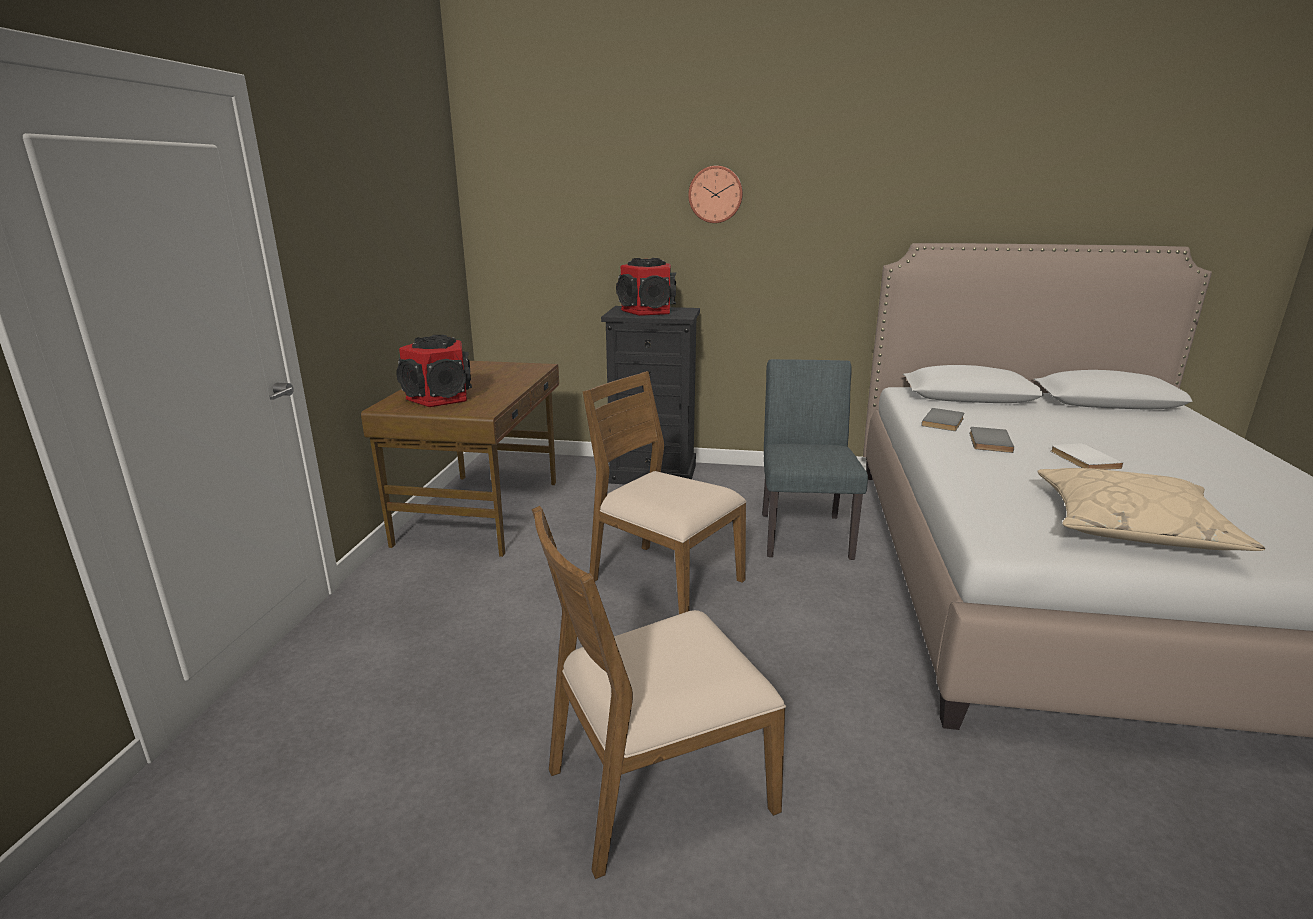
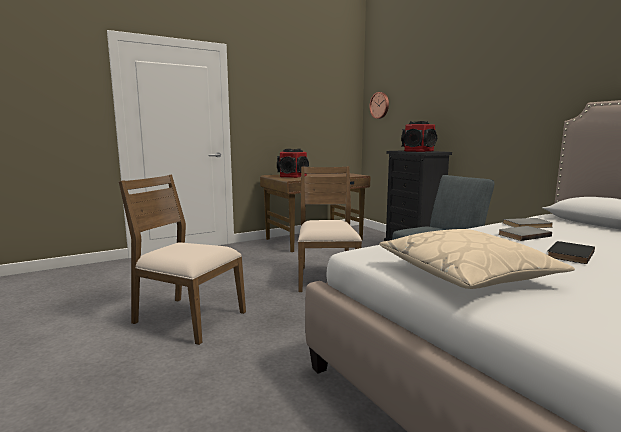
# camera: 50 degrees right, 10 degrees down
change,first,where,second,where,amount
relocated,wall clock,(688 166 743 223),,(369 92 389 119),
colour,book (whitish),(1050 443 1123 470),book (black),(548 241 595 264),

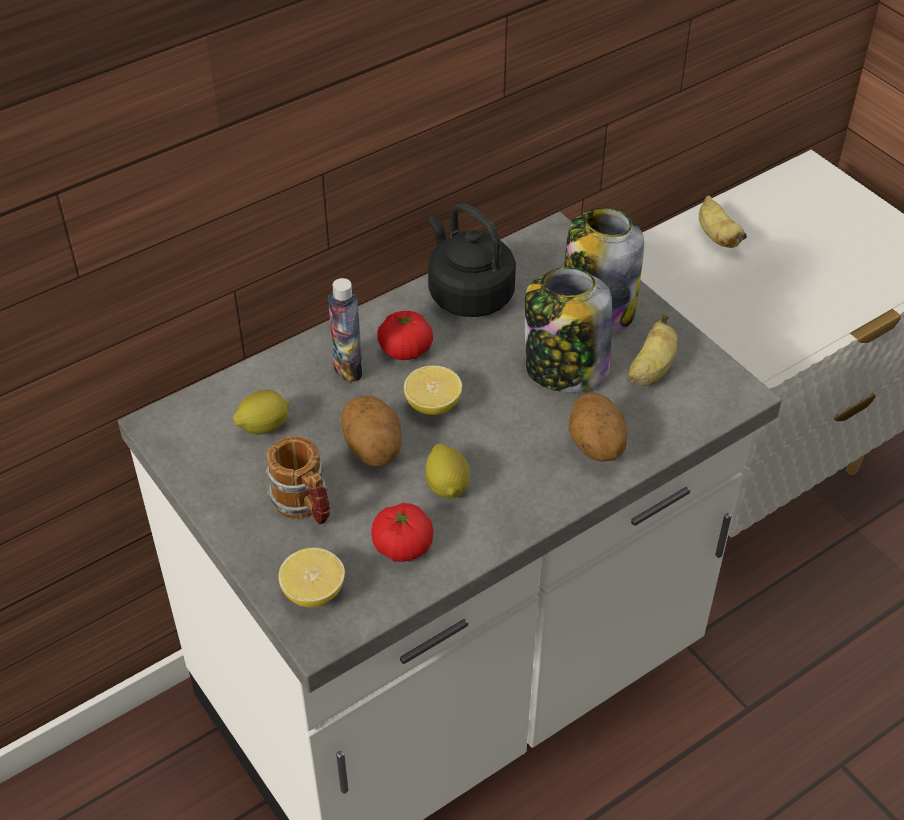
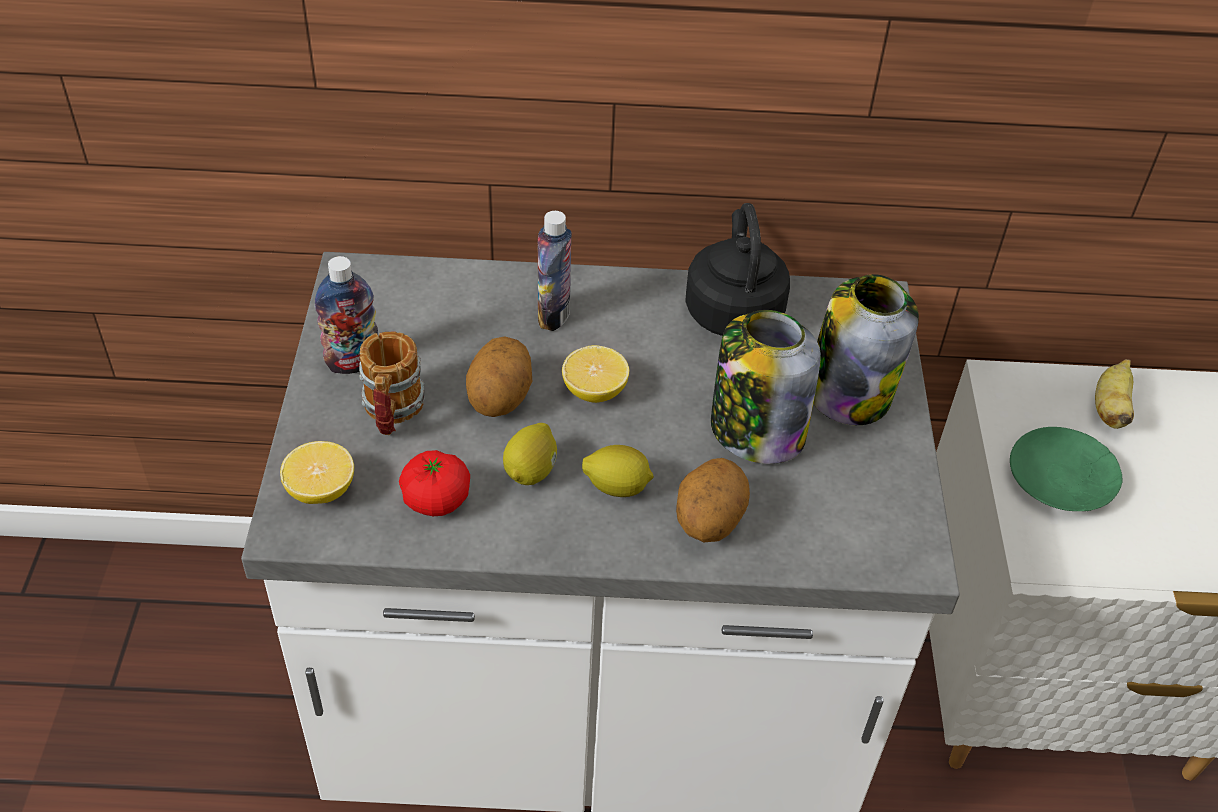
# camera: 35 degrees right, 0 degrees up
change,first,where,second,where,amount
missing,tomato,(377 311 433 360),,,
missing,whole banana,(627 314 678 386),,,
appeared,,,bottle,(315 256 378 374),
appeared,,,dinner plate (greenish),(1010 427 1123 511),
relocated,citrus fruit,(232 390 290 435),,(582 445 654 497),

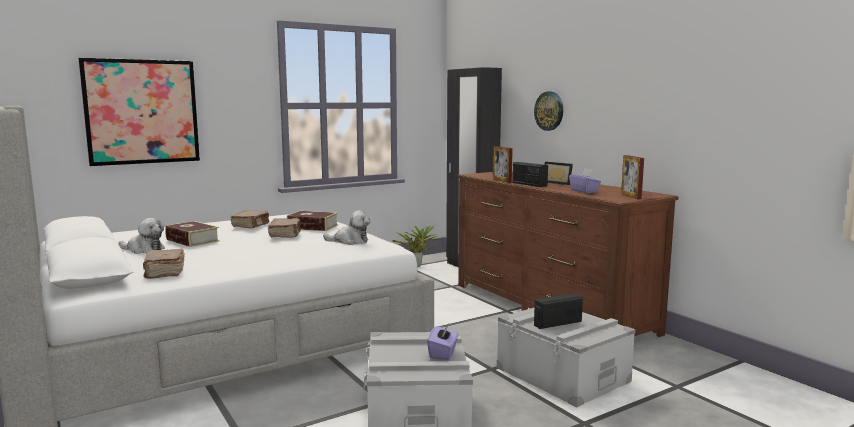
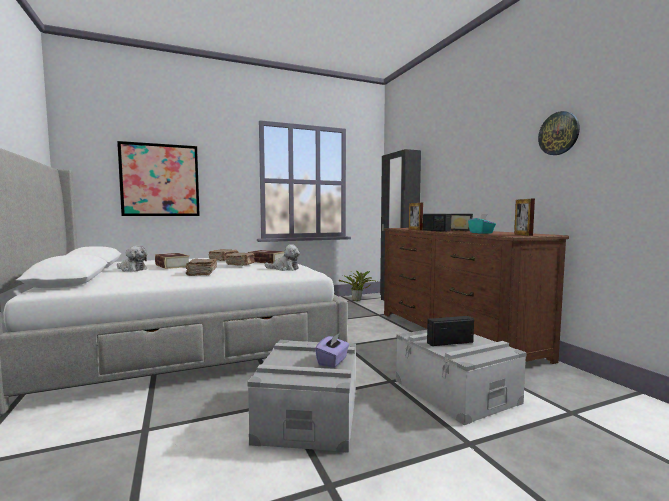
# camera: 10 degrees right, 5 degrees down
change,first,where,second,where,amount
relocated,book (brown-coloured),(143 249 185 279),,(186 259 217 276),
relocated,wall clock,(534 92 563 131),,(538 111 580 155),
colour,tissue holder (purple-coloured),(569 169 601 193),tissue holder (turquoise),(468 214 496 234),

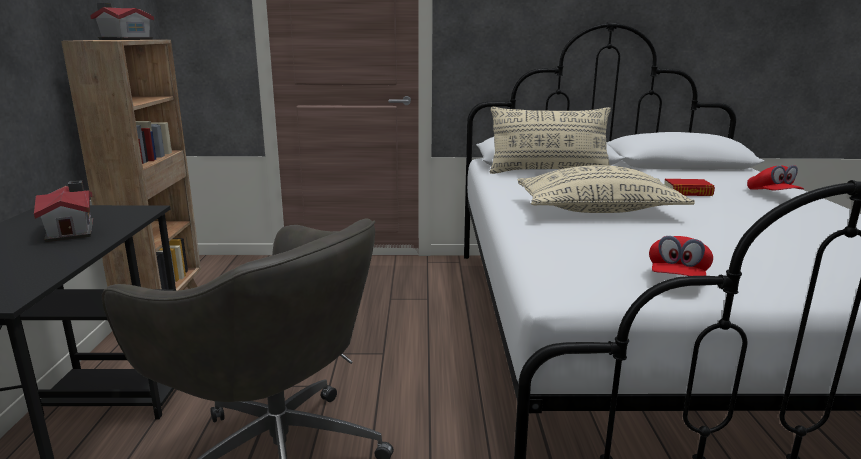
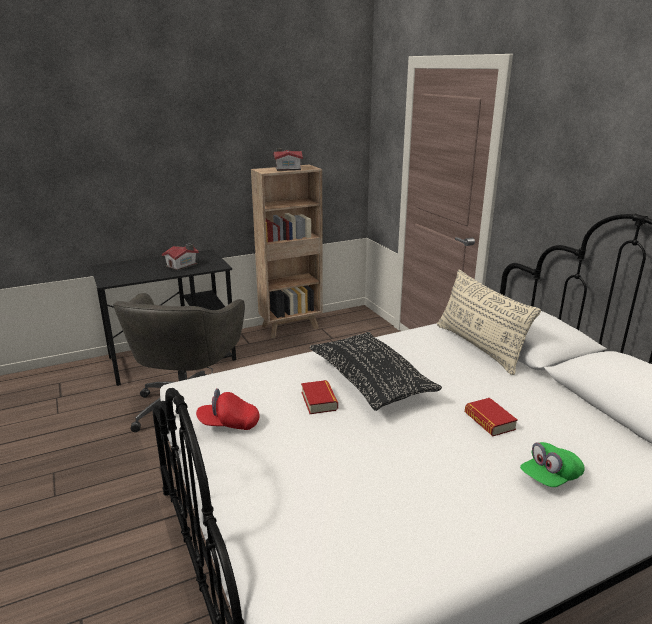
# camera: 65 degrees right, 5 degrees up
change,first,where,second,where,amount
appeared,,,book,(301 380 338 414),
colour,throw pillow (beige),(518 165 695 213),throw pillow (black),(310 332 442 411),
colour,peaked cap (red),(747 165 804 190),peaked cap (greenish),(520 442 585 487),

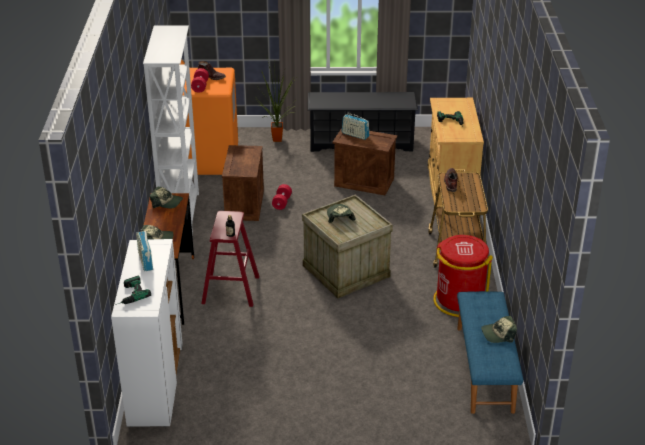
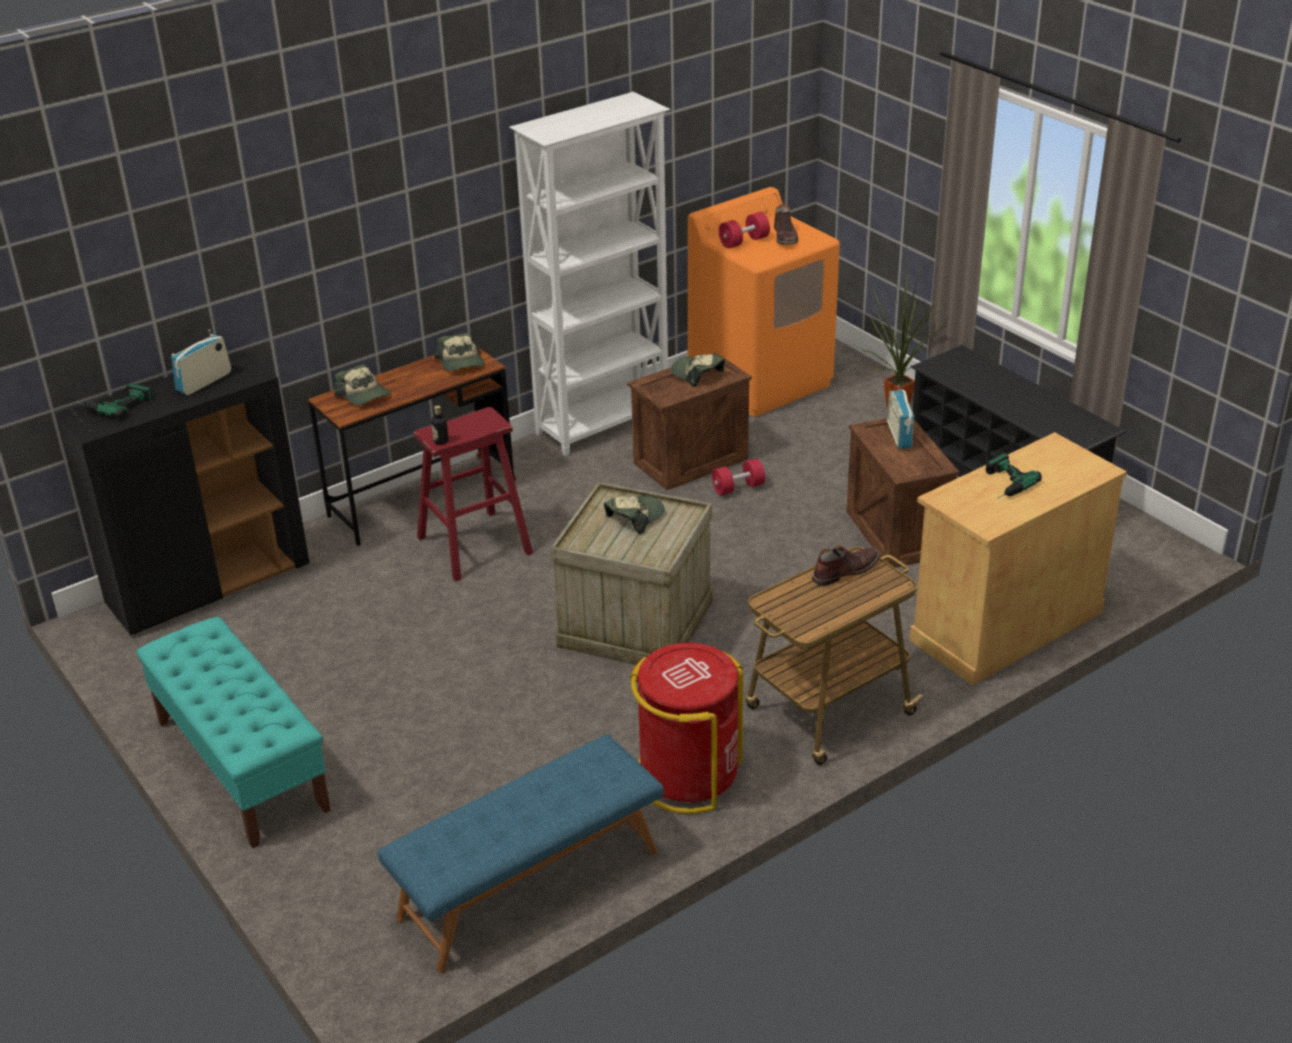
# camera: 55 degrees right, 0 degrees up
change,first,where,second,where,amount
appeared,,,long seat (turquoise),(137 617 331 848),
relocated,peaked cap,(481 316 517 343),,(671 354 725 387),
colour,storage cabinet (whitish),(111 239 183 427),storage cabinet (black),(55 352 309 636),

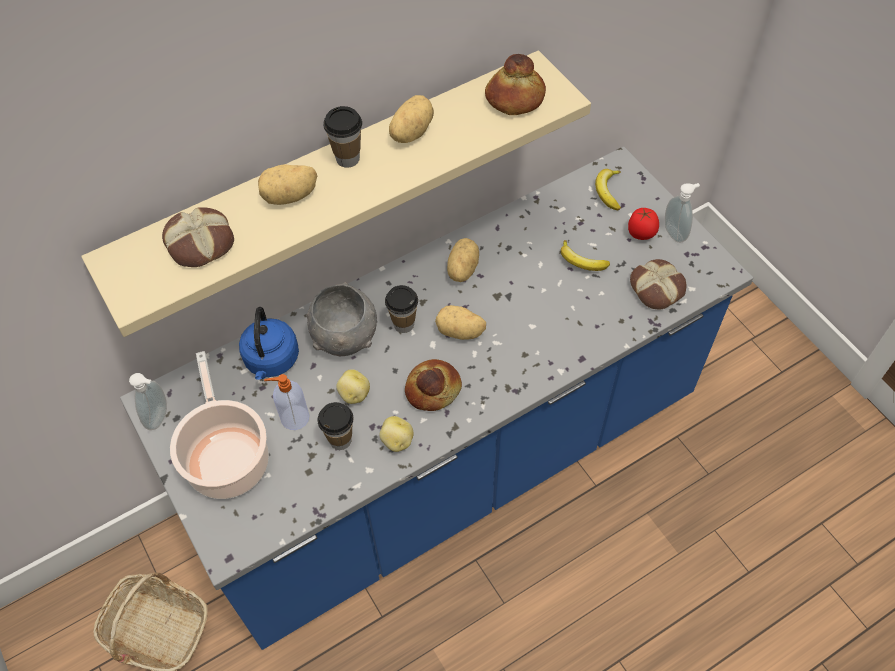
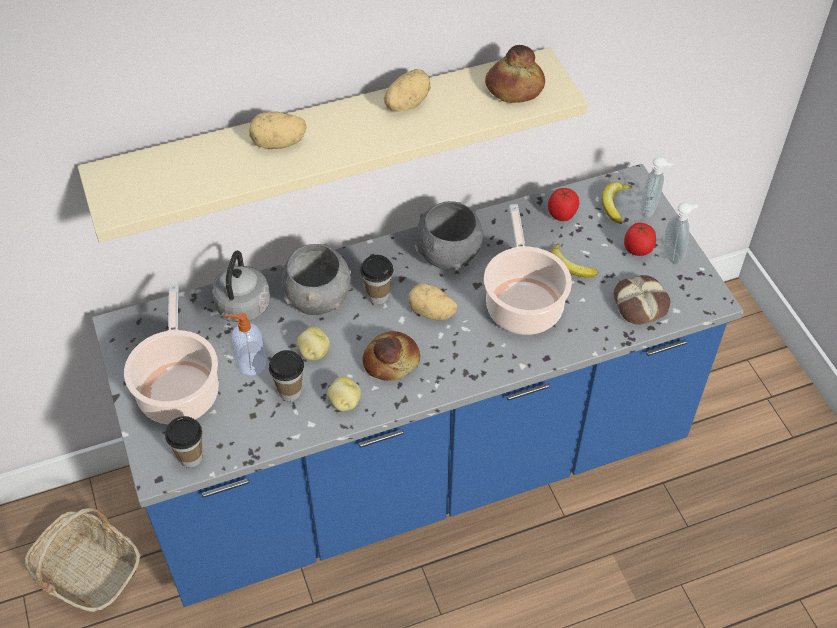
# camera: 10 degrees right, 5 degrees down
change,first,where,second,where,amount
missing,baked bread,(162 207 234 267),,,
appeared,,,saucepot,(484 204 572 335),
appeared,,,tomato,(548 188 579 221),
relocated,liquid soap bottle,(129 373 167 430),,(641 157 673 218),
relocated,small cup,(323 106 362 168),,(165 416 202 468),
exchanged,potato,(447 238 479 282),deep dish (greyish),(414 201 483 270),
colour,kettle (blue),(239 307 299 380),kettle (greyish),(212 251 270 322),

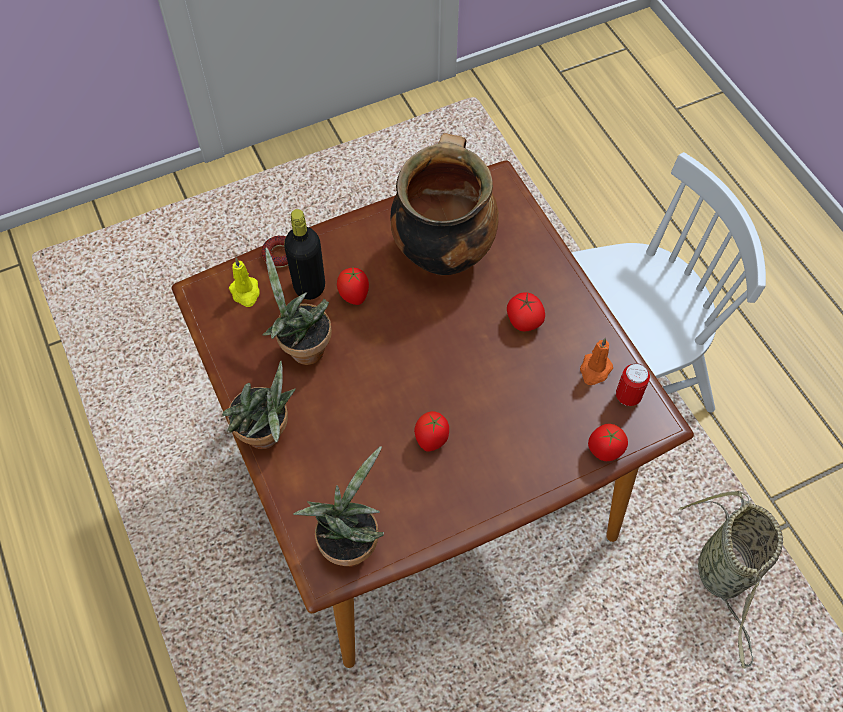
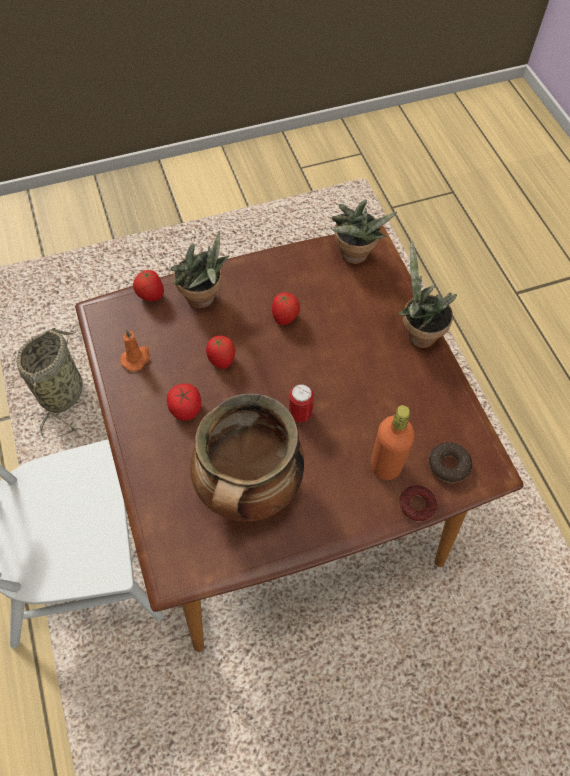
# camera: 175 degrees left, 0 degrees up
change,first,where,second,where,amount
relocated,plant in a pot,(263 247 332 365),,(170 231 230 309),
relocated,tomato,(337 268 369 305),,(206 335 235 369),
relocated,can,(616 363 650 406),,(289 384 314 422),
exchanged,wax light (yellow),(229 258 260 307),ring doughnut,(428 442 472 483),
colour,bottle (black),(284 209 325 300),bottle (orange-coloured),(371 405 414 480),

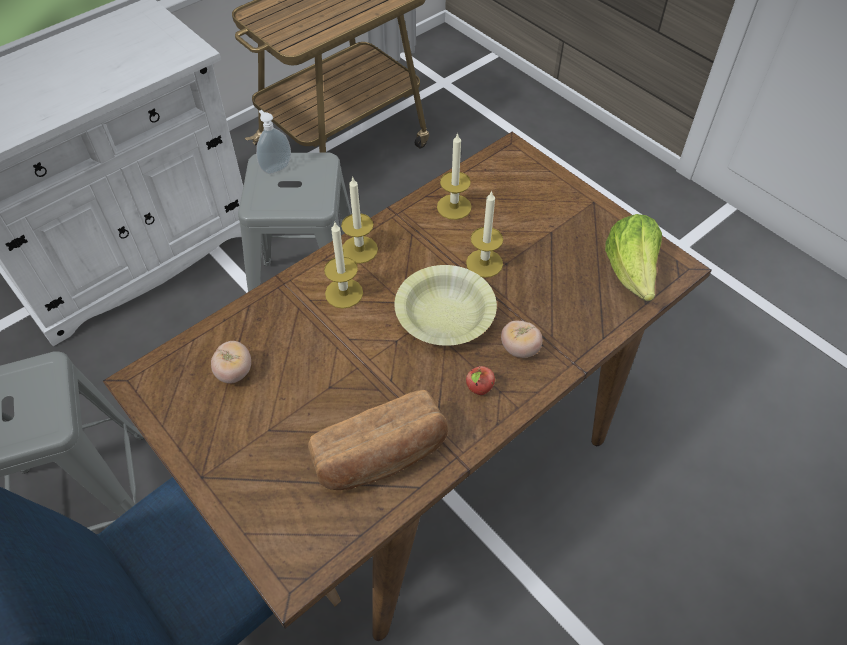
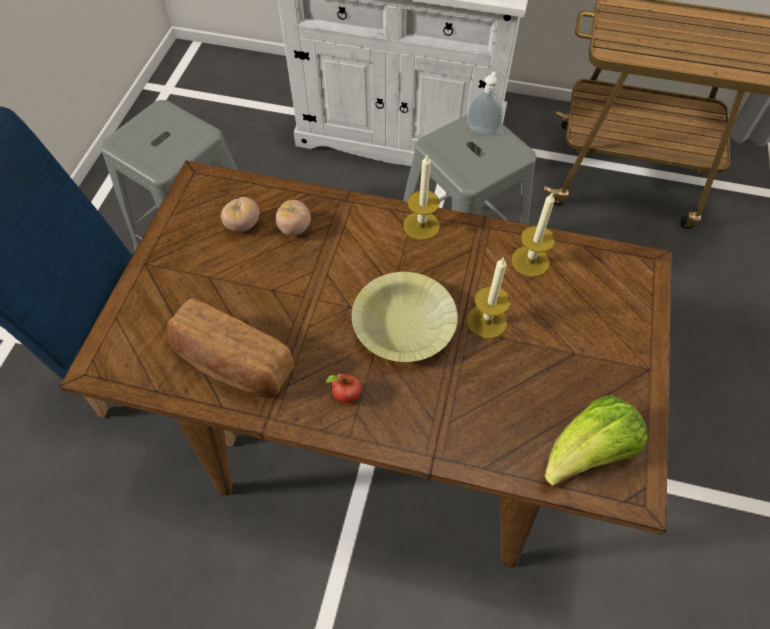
# camera: 55 degrees right, 5 degrees up
change,first,where,second,where,amount
missing,wax light,(324 221 363 309),,,
relocated,tomato,(501 320 542 358),,(275 200 311 236),

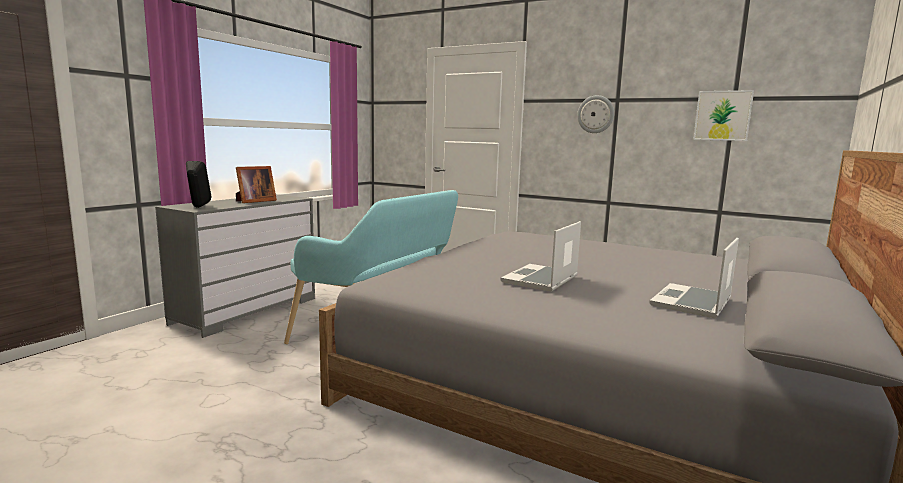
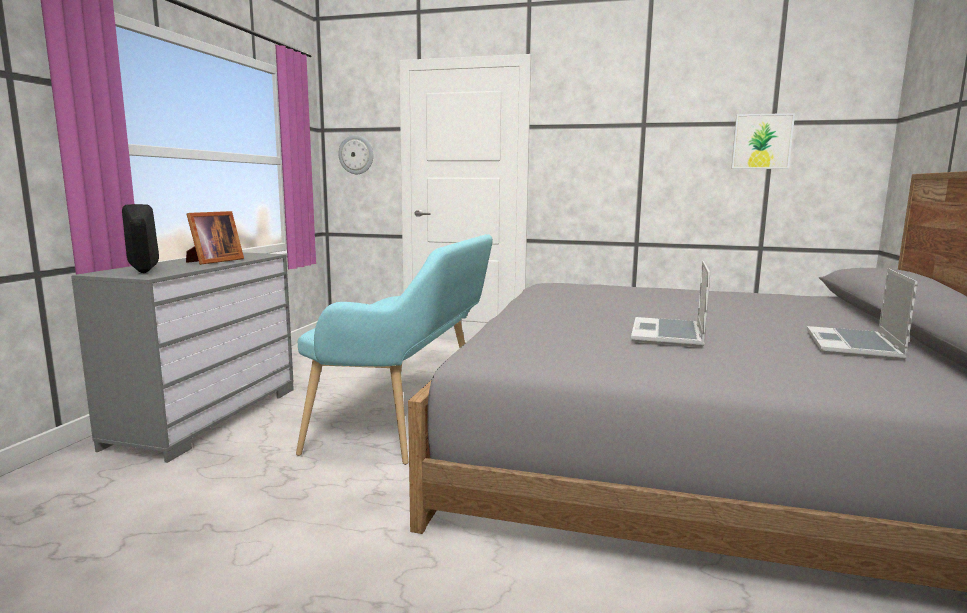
# camera: 15 degrees left, 0 degrees up
change,first,where,second,where,amount
relocated,wall clock,(577 95 614 133),,(338 135 373 174),

